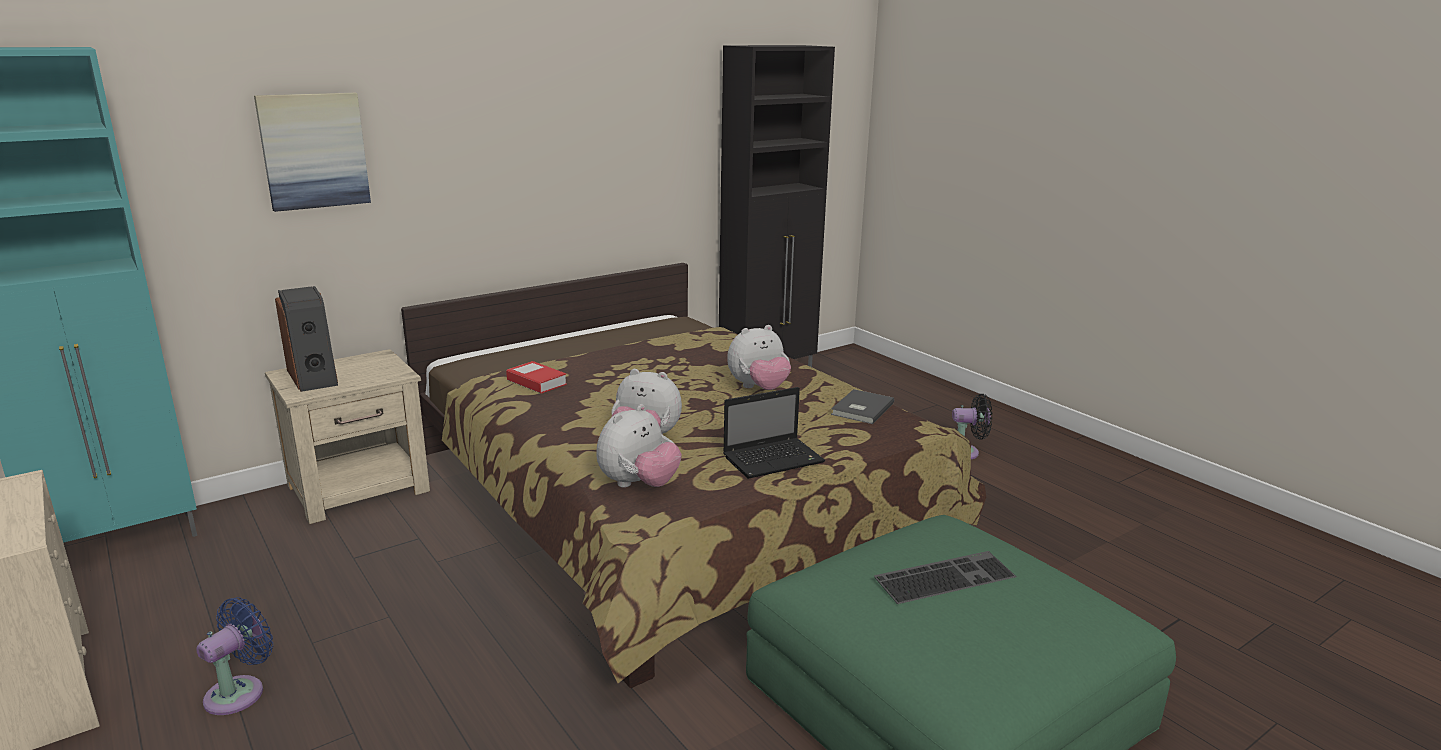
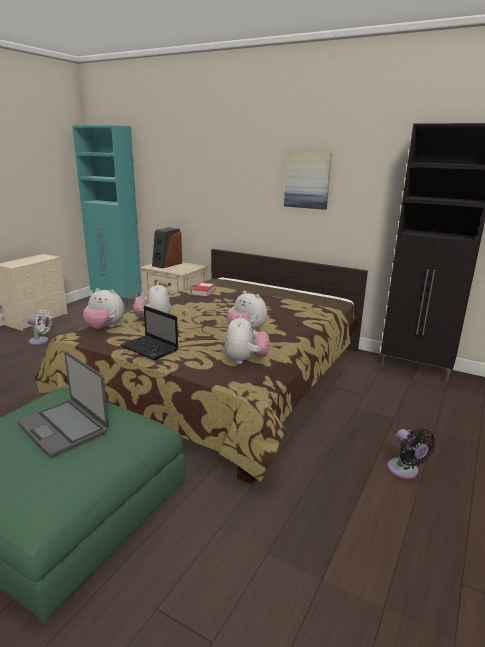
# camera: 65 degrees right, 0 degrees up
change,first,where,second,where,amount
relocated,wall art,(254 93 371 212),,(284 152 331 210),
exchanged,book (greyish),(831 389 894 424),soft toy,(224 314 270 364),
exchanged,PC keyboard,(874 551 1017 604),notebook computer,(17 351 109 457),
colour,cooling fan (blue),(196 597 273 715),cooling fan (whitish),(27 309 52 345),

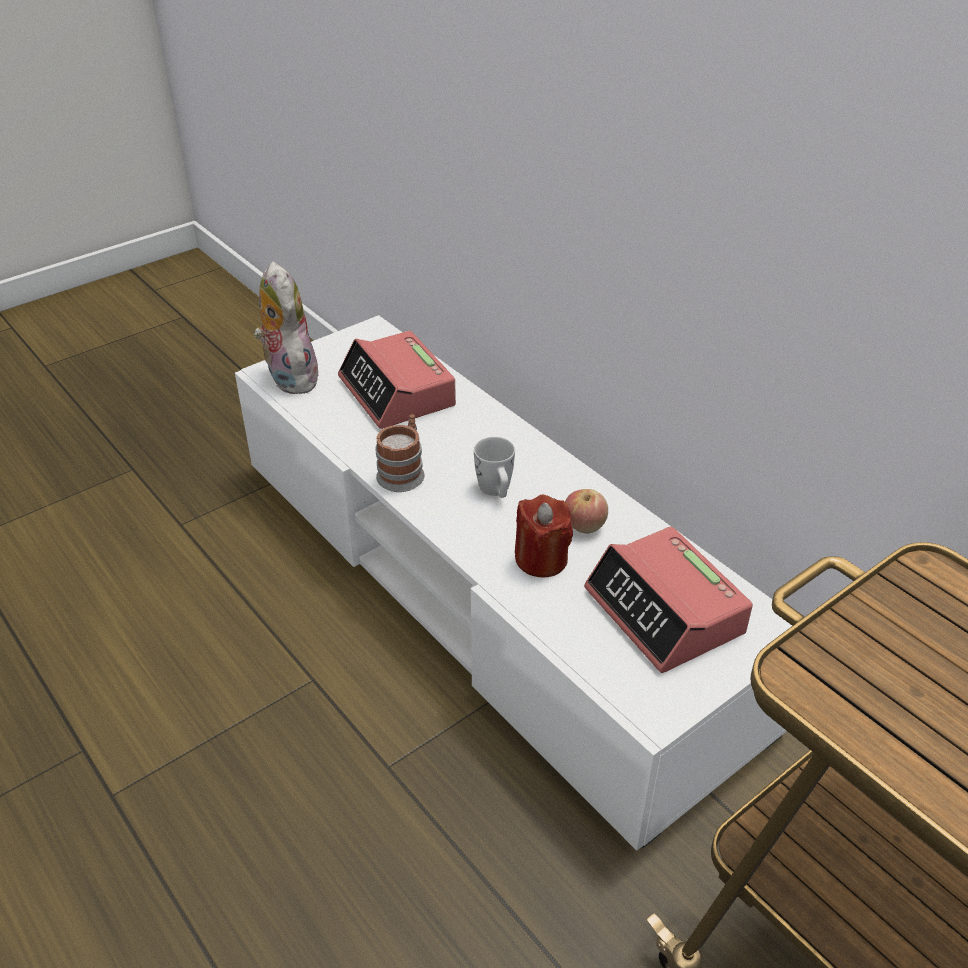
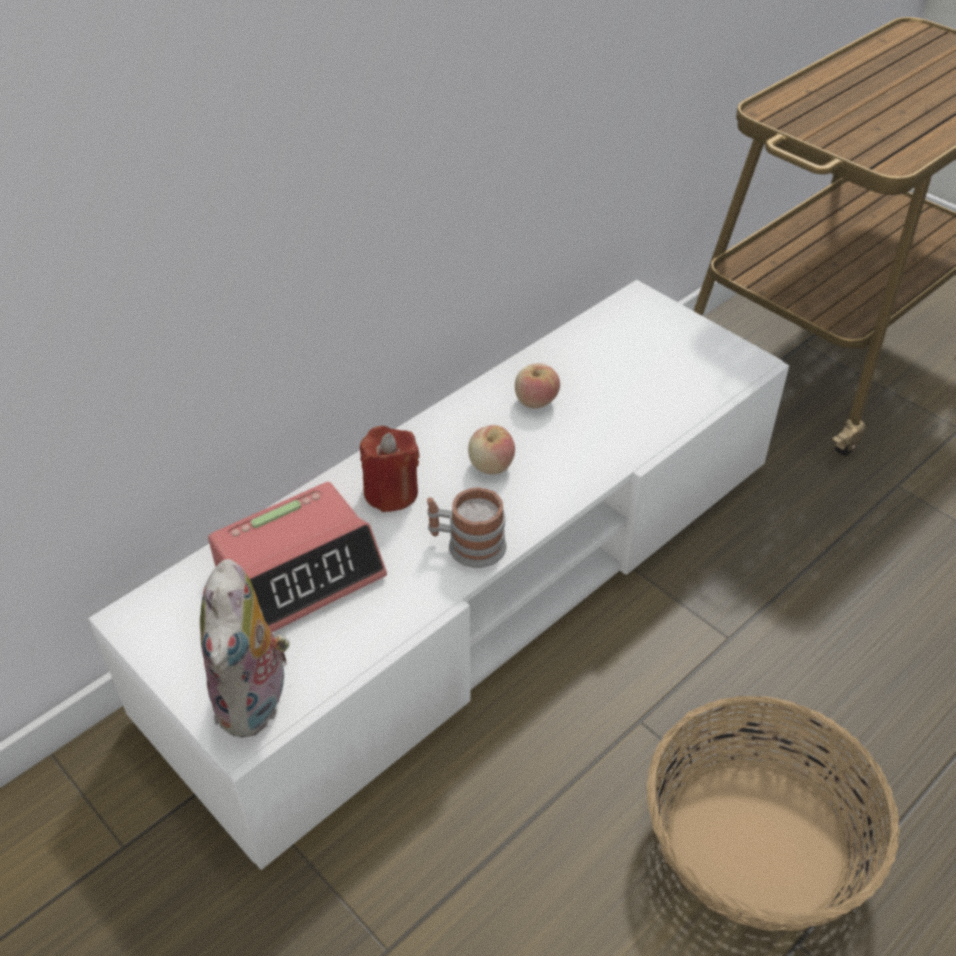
# camera: 95 degrees left, 5 degrees up
change,first,where,second,where,amount
missing,alarm clock,(584 527 753 673),,,
appeared,,,storage basket,(647 696 900 931),
relocated,wax light (red),(515 495 573 577),,(360 426 419 512),
exchanged,tea mug (whitish),(474 437 515 498),apple,(468 425 515 474),
spun,soft toy,(253 261 323 394),,(200 559 290 737),60 degrees counterclockwise

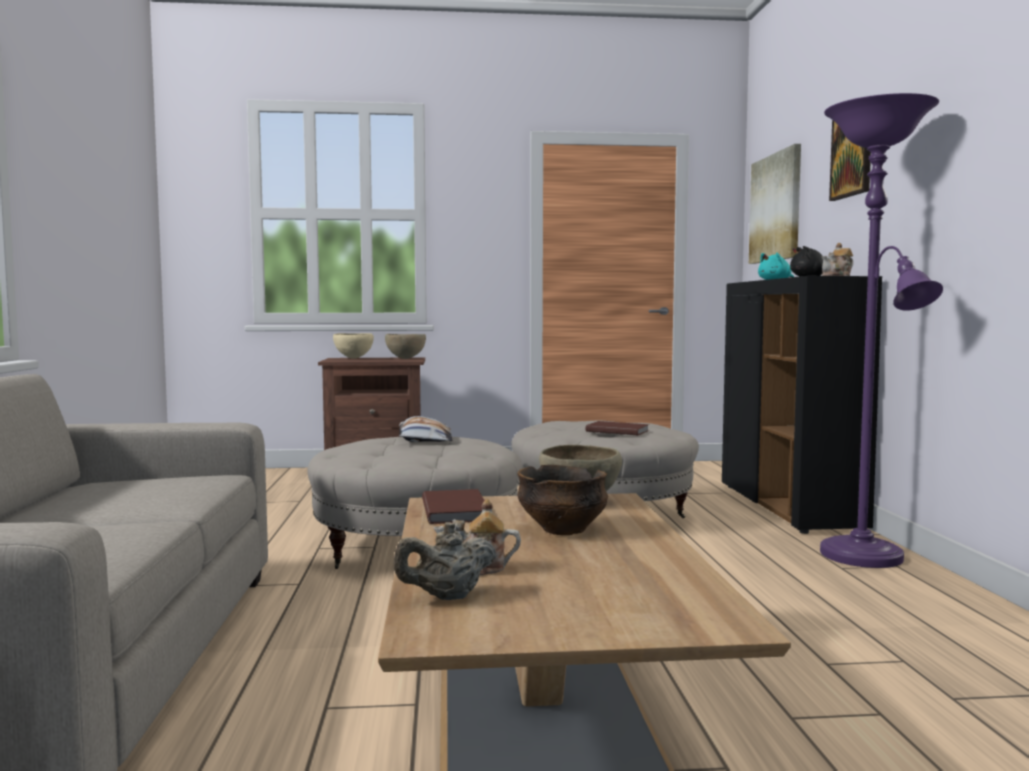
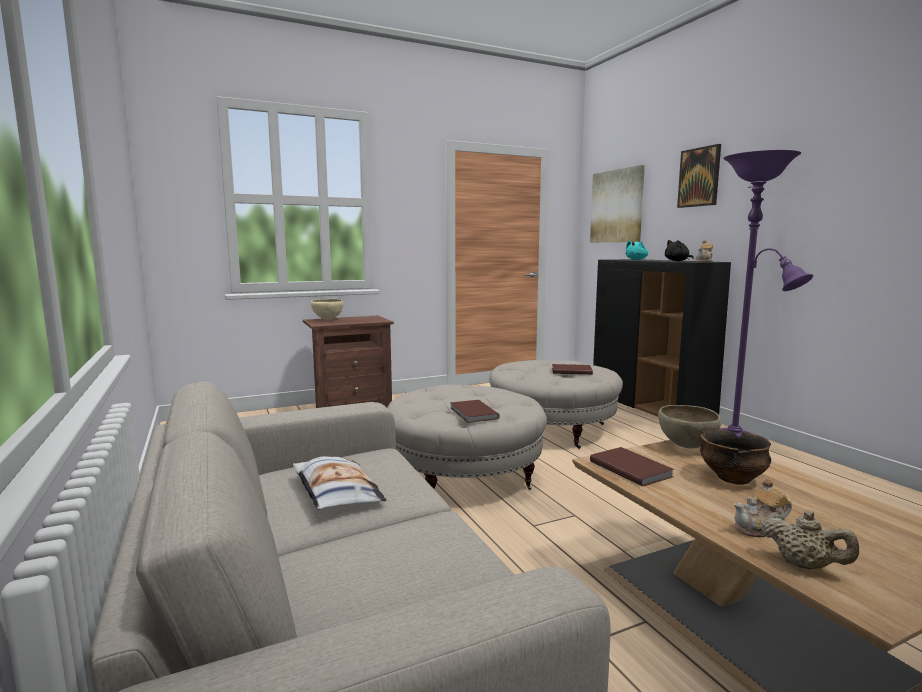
# camera: 20 degrees left, 5 degrees up
change,first,where,second,where,amount
missing,deep dish (brown-coloured),(385 334 426 359),,,
appeared,,,book (brown-coloured),(450 400 500 423),
relocated,throw pillow,(399 416 453 442),,(293 456 387 509),
spun,teapot (beige),(394 522 496 600),,(762 510 859 569),90 degrees counterclockwise

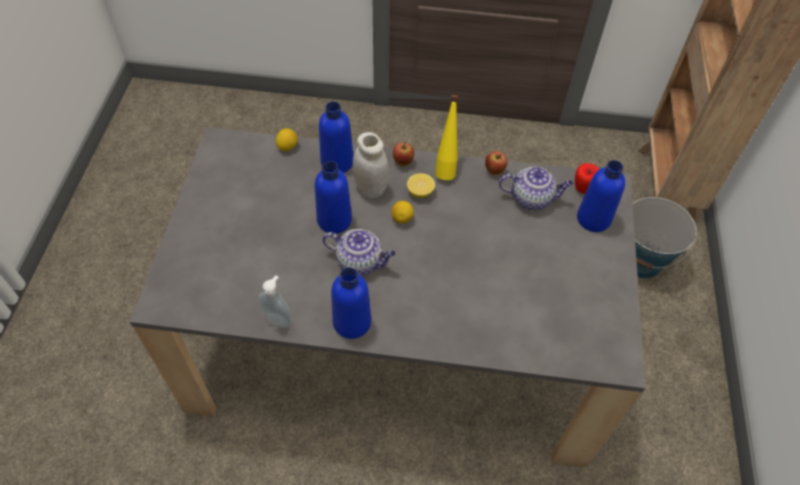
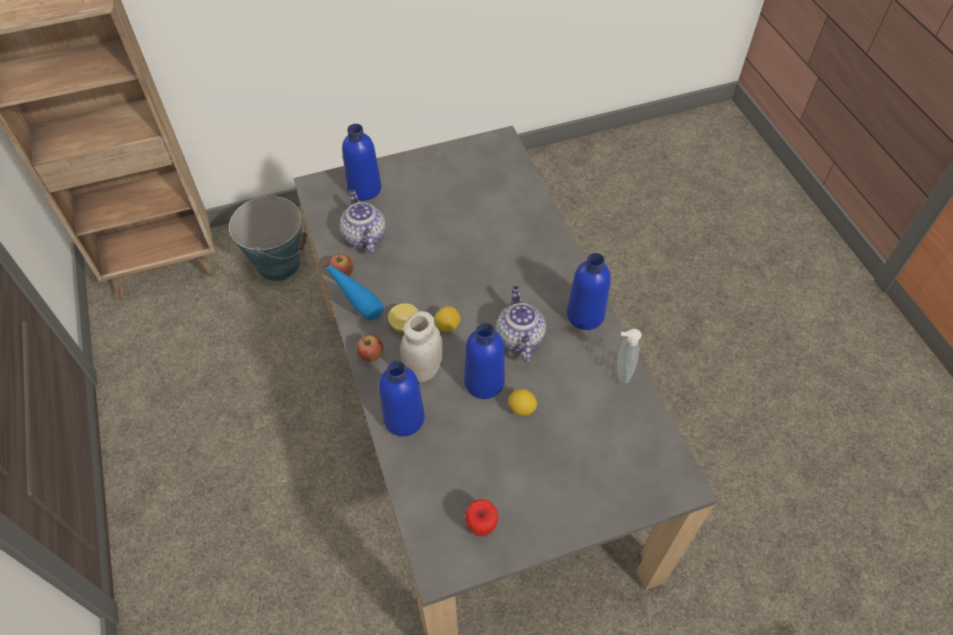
# camera: 115 degrees left, 0 degrees up
change,first,where,second,where,amount
relocated,citrus fruit,(275 128 298 151),,(508 389 537 416),
relocated,apple,(575 163 599 194),,(465 499 498 536),
colour,bottle (yellow),(435 95 458 180),bottle (blue),(321 260 384 320),

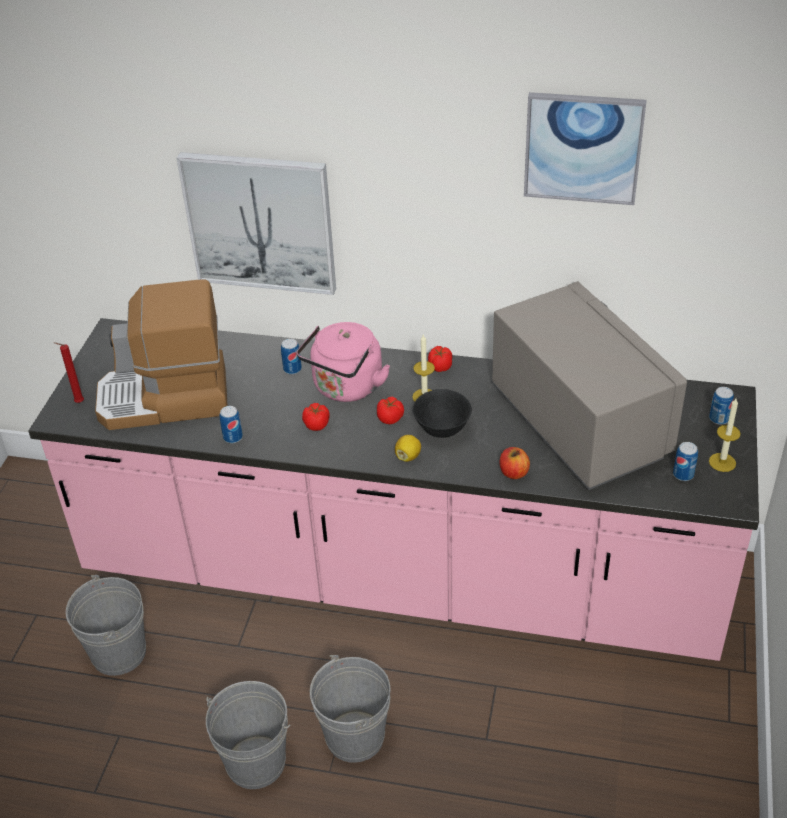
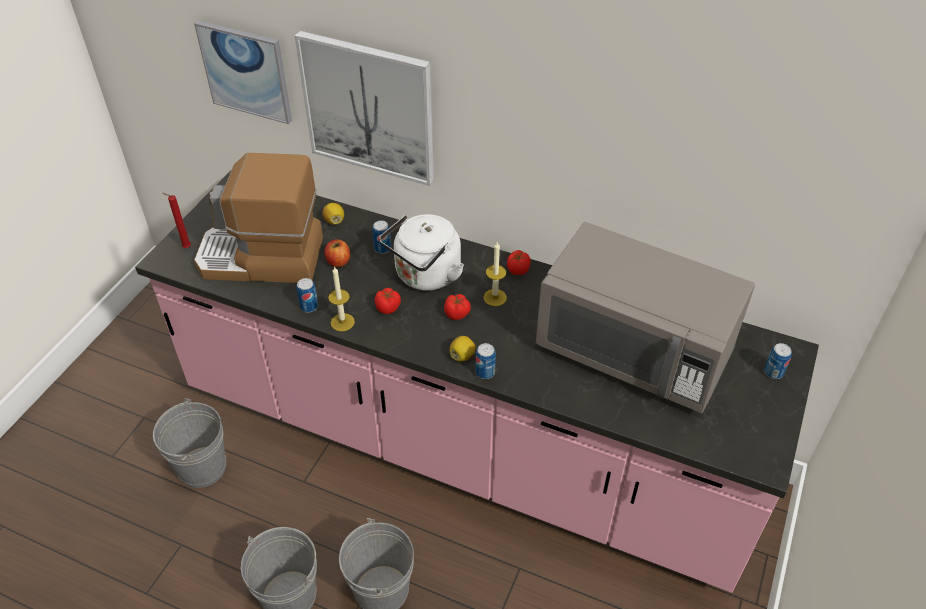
# camera: 10 degrees right, 5 degrees up
change,first,where,second,where,amount
missing,deep dish (black),(412 389 472 438),,,
appeared,,,citrus fruit,(322 203 344 225),
relocated,apple,(500 447 530 479),,(324 239 350 267),
relocated,wall art,(524 92 647 205),,(194 20 292 124),
relocated,can,(673 442 698 481),,(475 343 496 379),
relocated,wax light,(709 398 741 472),,(328 266 355 332),
colour,kettle (pinkish),(296 322 390 402),kettle (whitish),(379 214 464 291),
spun,microwave oven (greyish),(491 281 687 490),,(536 222 755 413),135 degrees clockwise

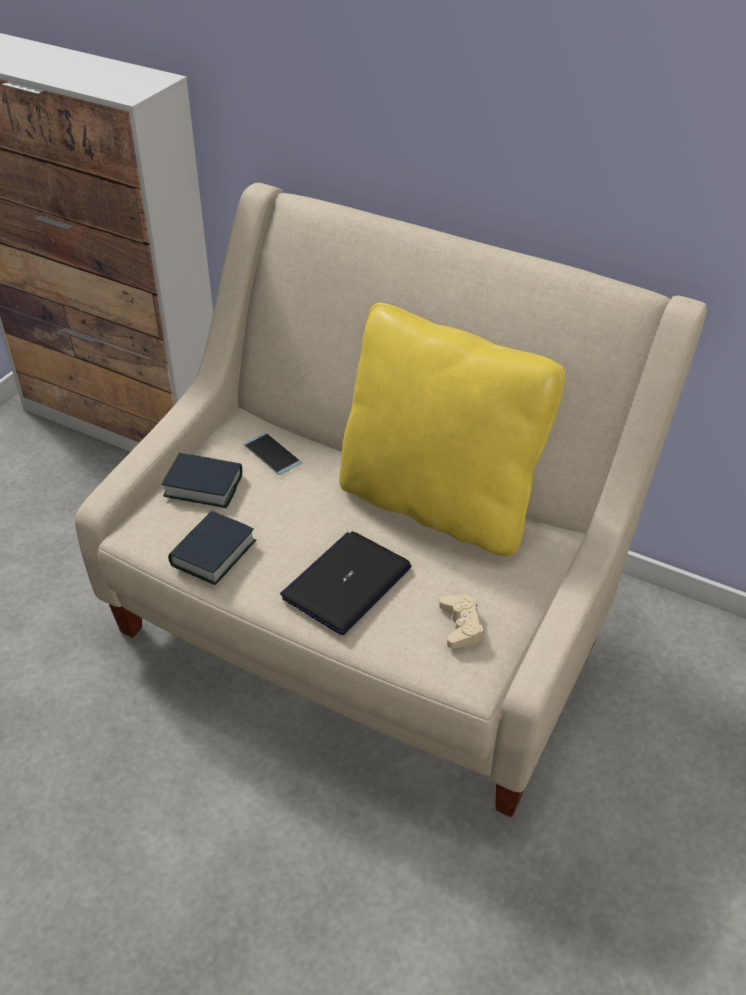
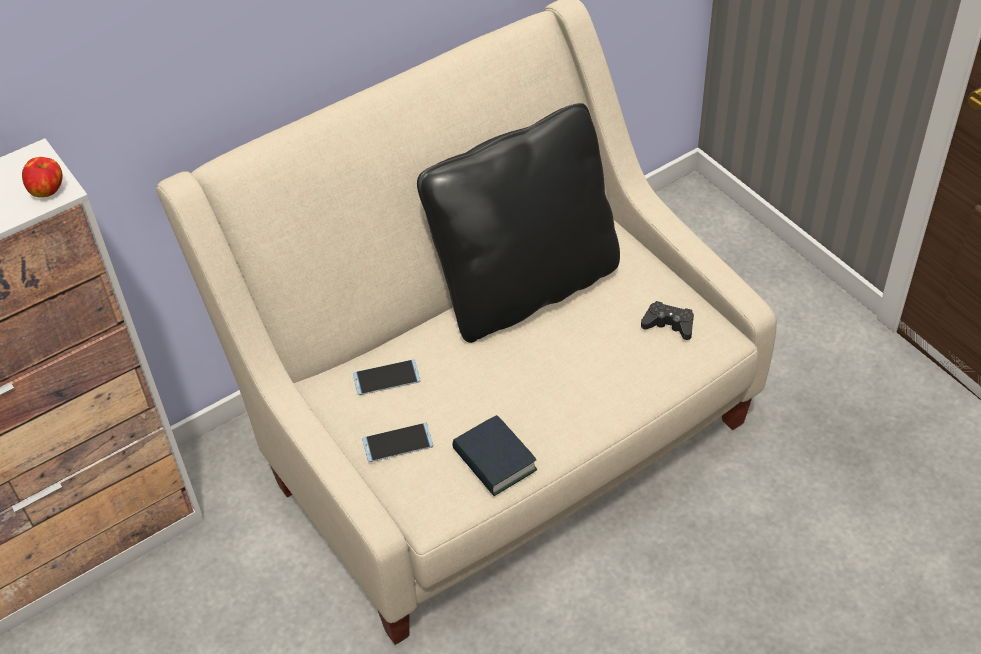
# camera: 60 degrees left, 5 degrees up
change,first,where,second,where,amount
missing,notebook computer,(280 531 412 635),,,
appeared,,,apple,(22 157 63 198),
exchanged,book,(162 453 242 508),telephone,(362 423 433 462),
colour,throw pillow (yellow),(339 303 565 556),throw pillow (black),(417 103 620 343),
colour,joypad (beige),(439 595 484 648),joypad (black),(641 301 694 340),

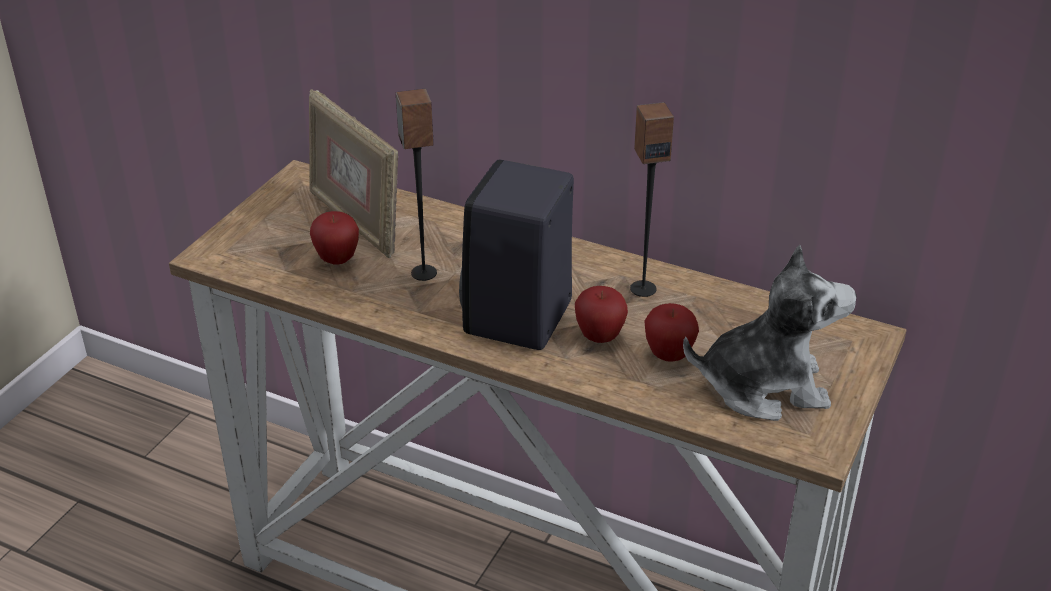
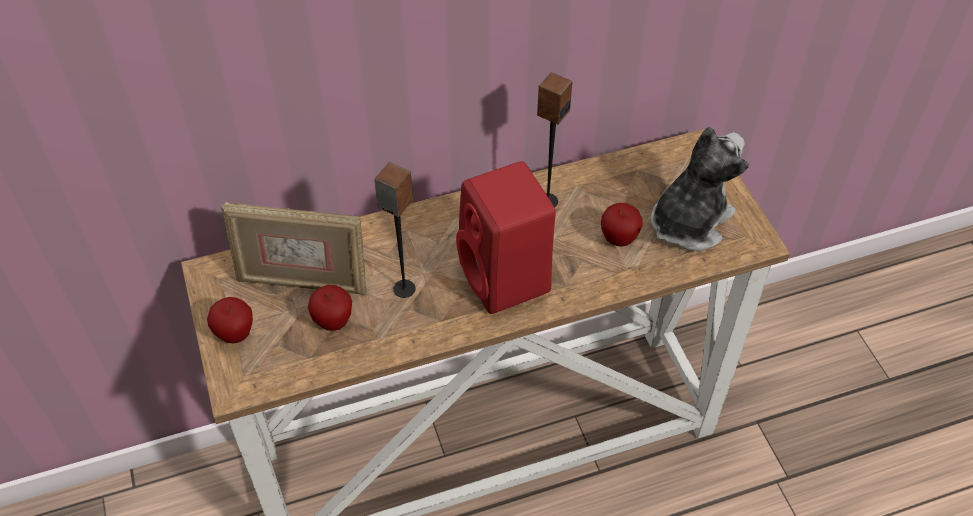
# camera: 45 degrees left, 15 degrees up
change,first,where,second,where,amount
relocated,apple,(575 286 628 343),,(207 297 253 344),
colour,audio speaker (black),(459 160 574 350),audio speaker (red),(456 161 556 314),

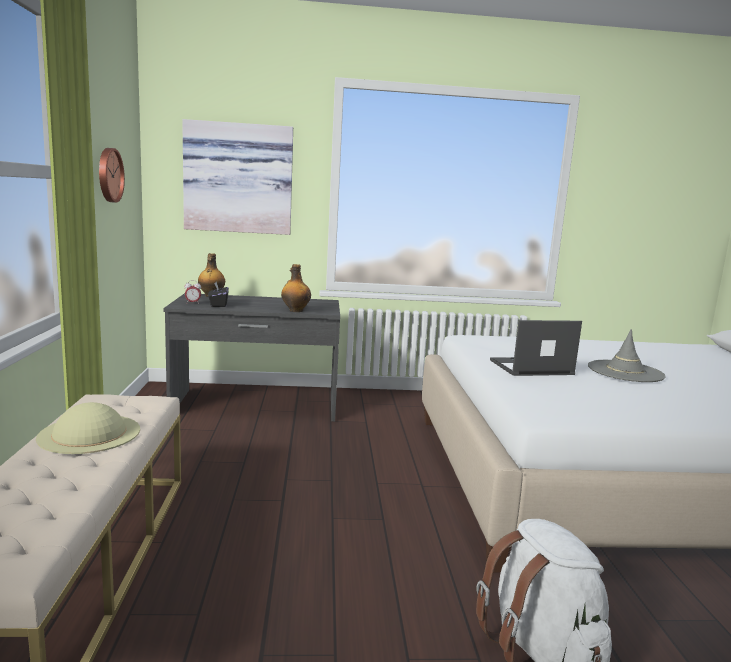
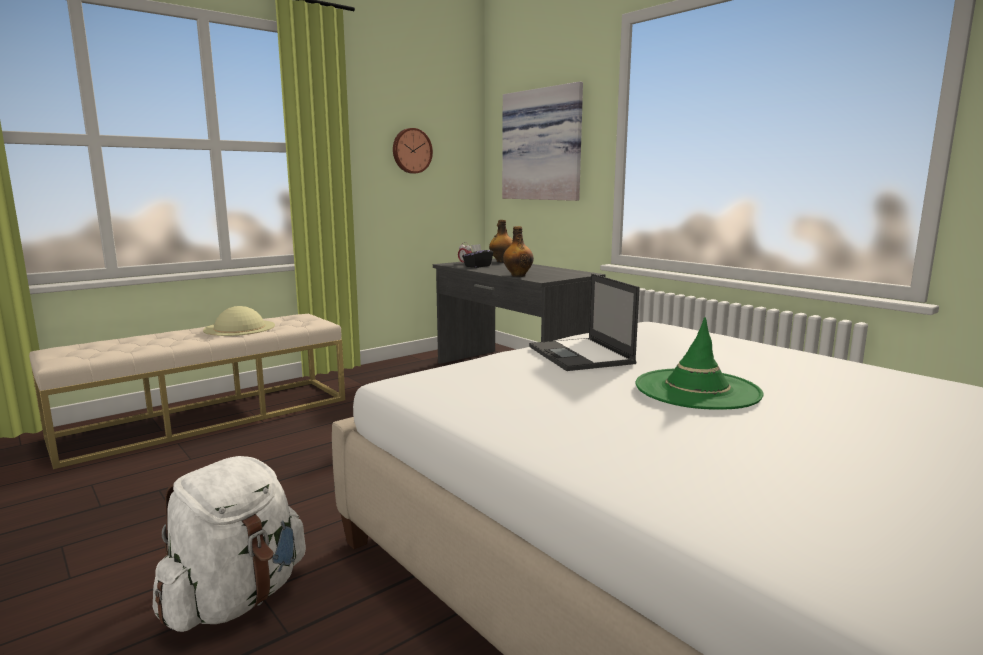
# camera: 55 degrees right, 0 degrees up
change,first,where,second,where,amount
colour,wearable hat (greyish),(588 329 666 382),wearable hat (greenish),(635 317 764 410),
spun,notebook computer,(490 320 582 376),,(529 273 640 371),150 degrees counterclockwise

